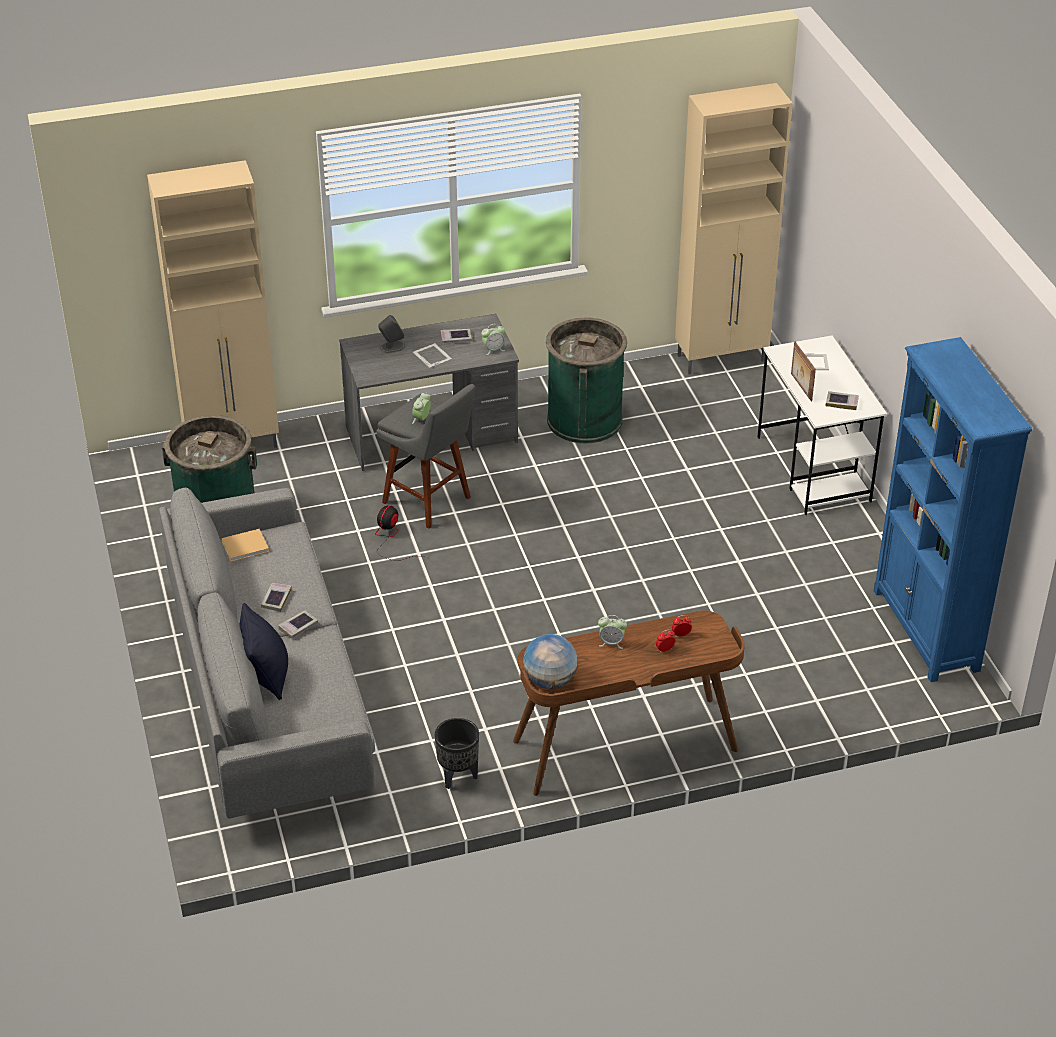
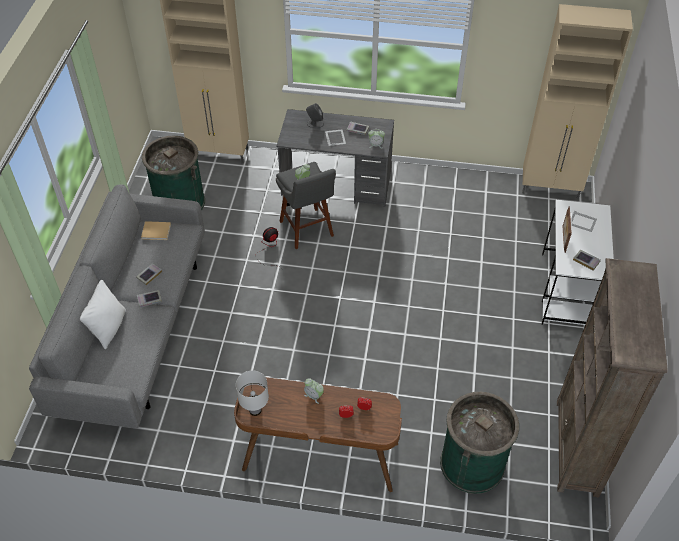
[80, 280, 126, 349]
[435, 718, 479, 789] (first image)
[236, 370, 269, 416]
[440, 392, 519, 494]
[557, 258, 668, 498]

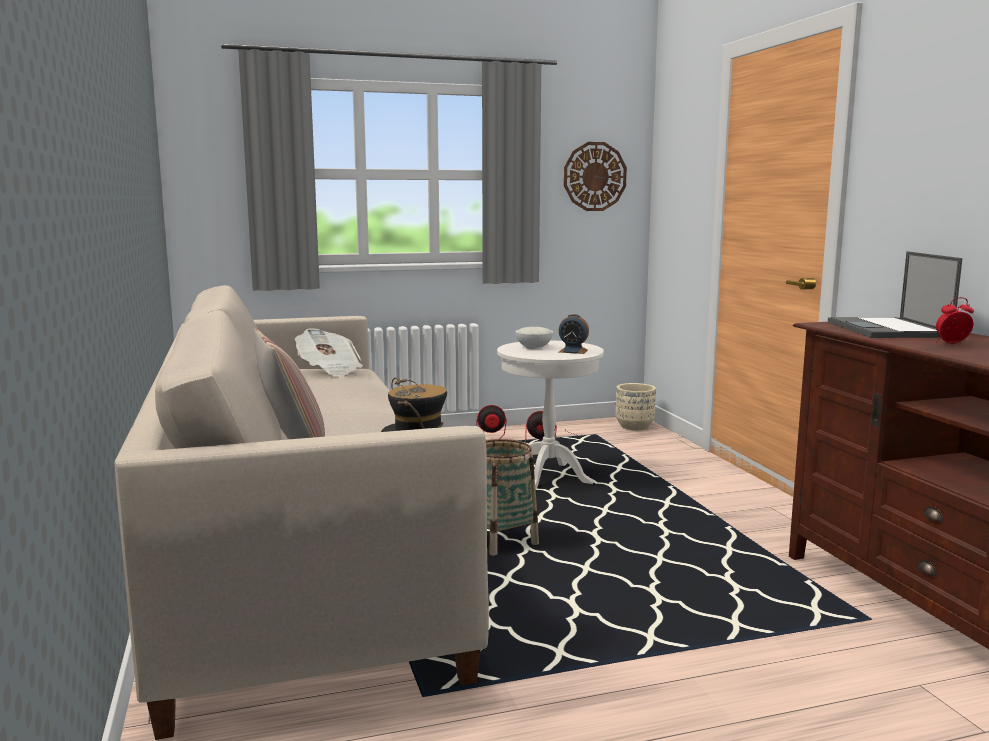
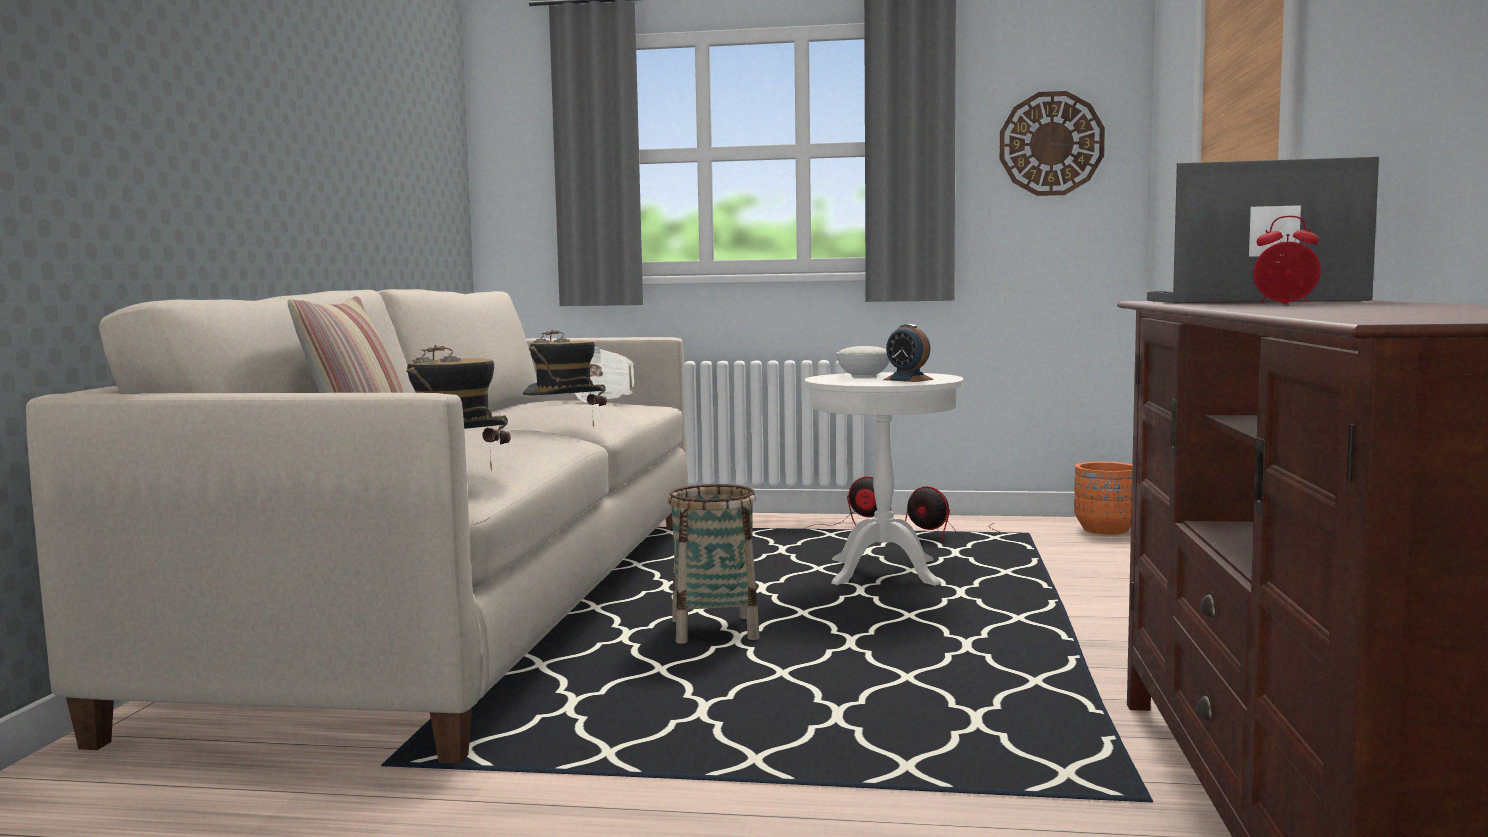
[1074, 462, 1132, 535]
[1147, 157, 1379, 303]
[523, 330, 607, 428]

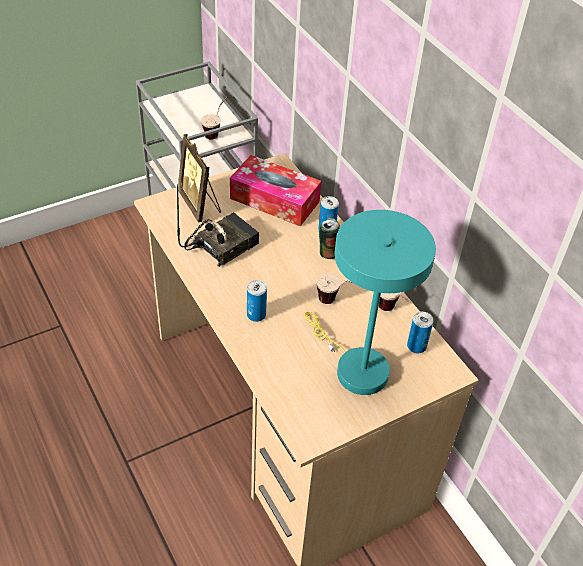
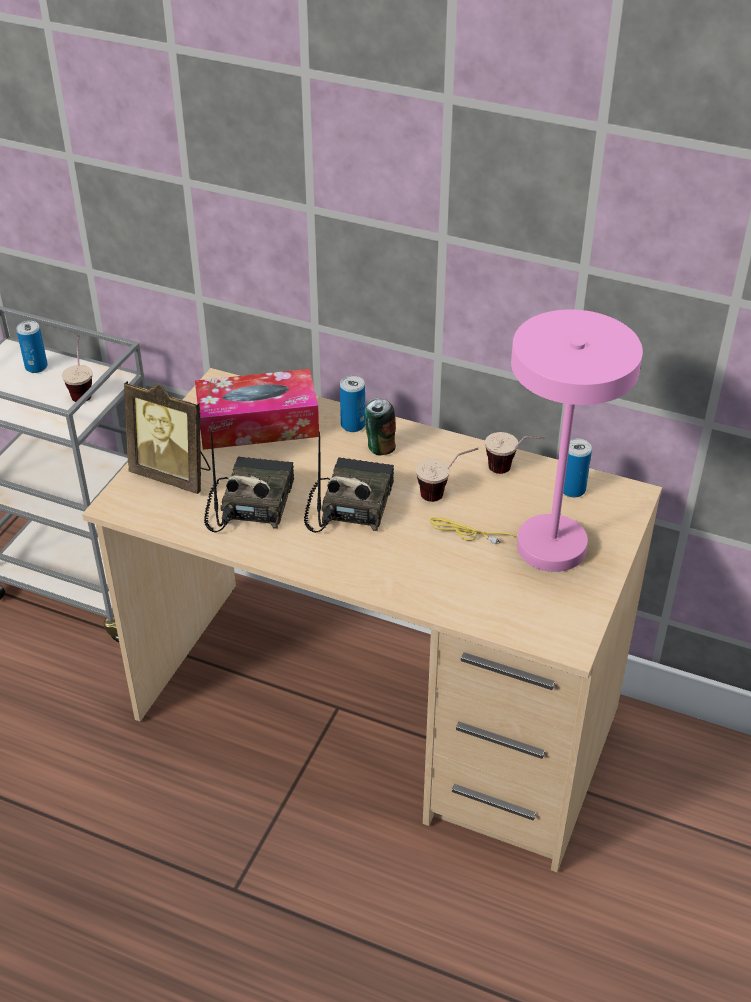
[16, 321, 48, 373]
[430, 309, 643, 572]
[304, 432, 394, 533]

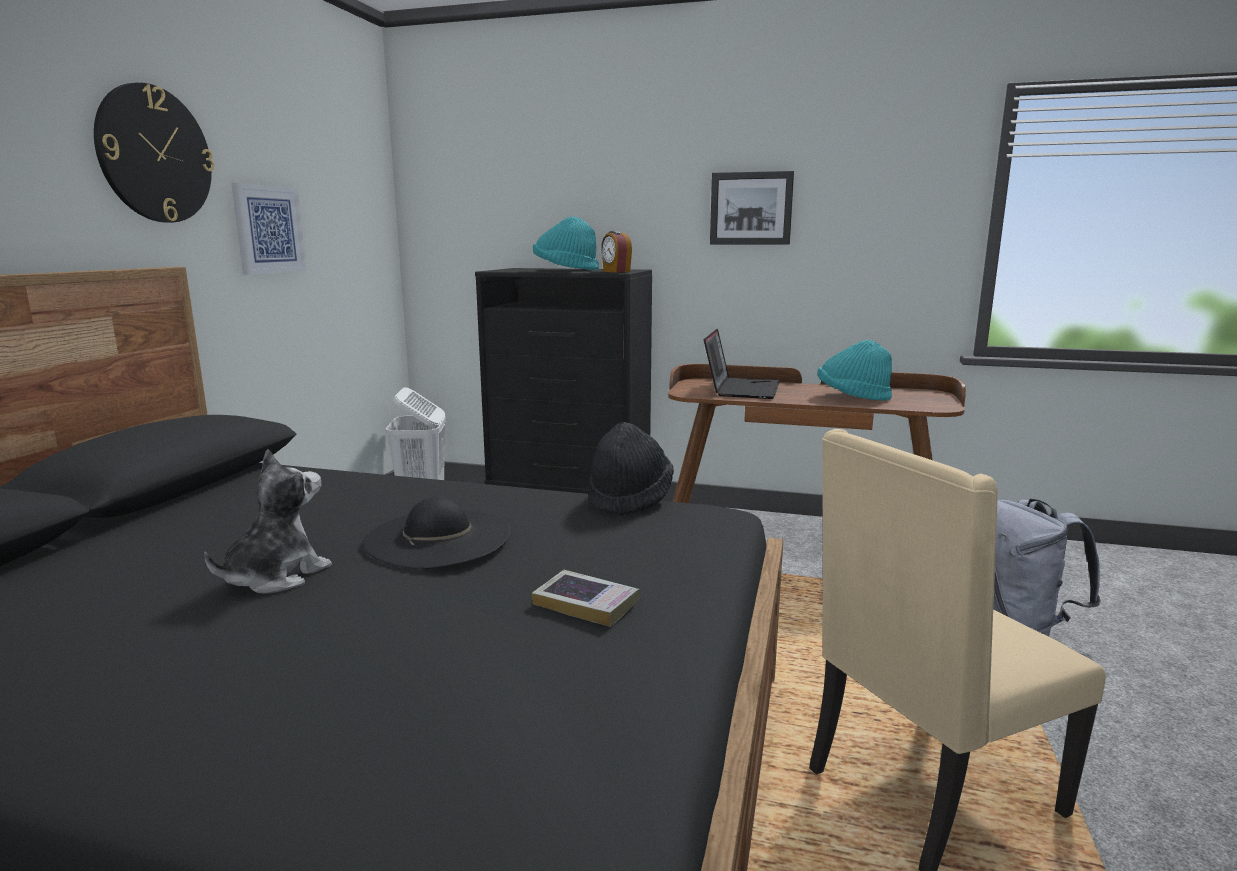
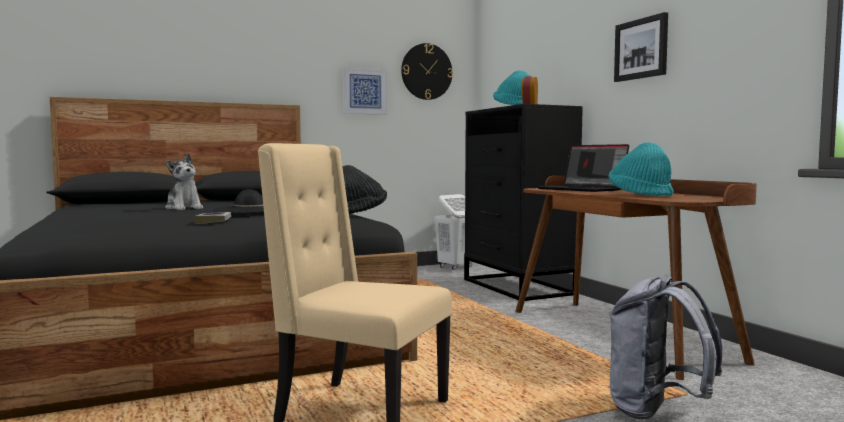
[401, 43, 453, 100]
[165, 153, 203, 210]
[538, 144, 629, 192]

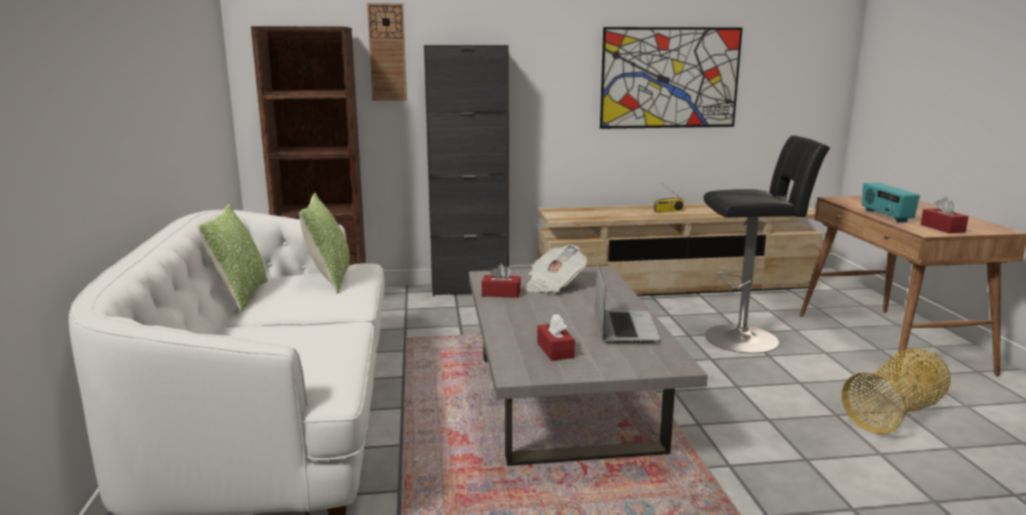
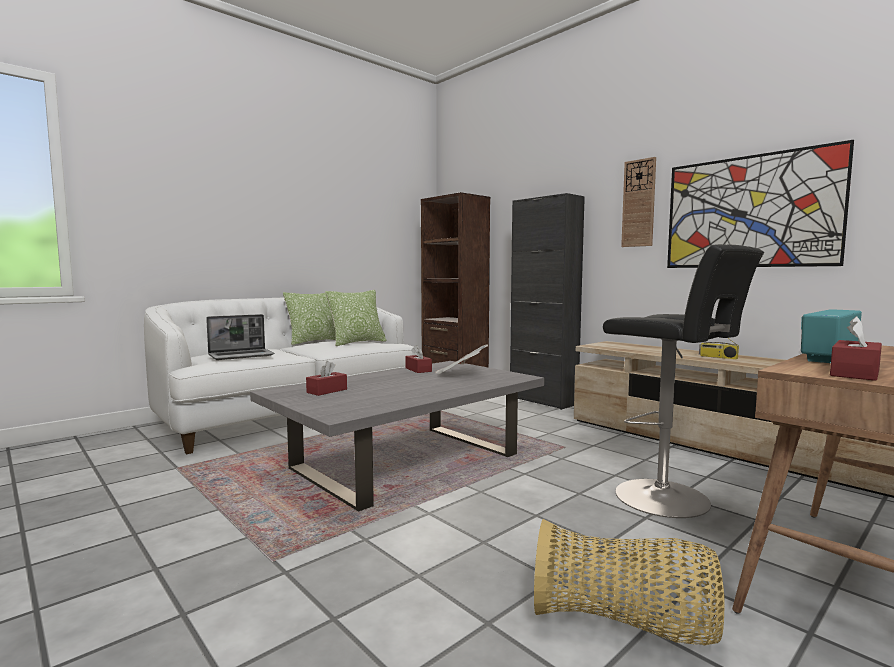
[621, 157, 656, 247]
[206, 314, 274, 360]

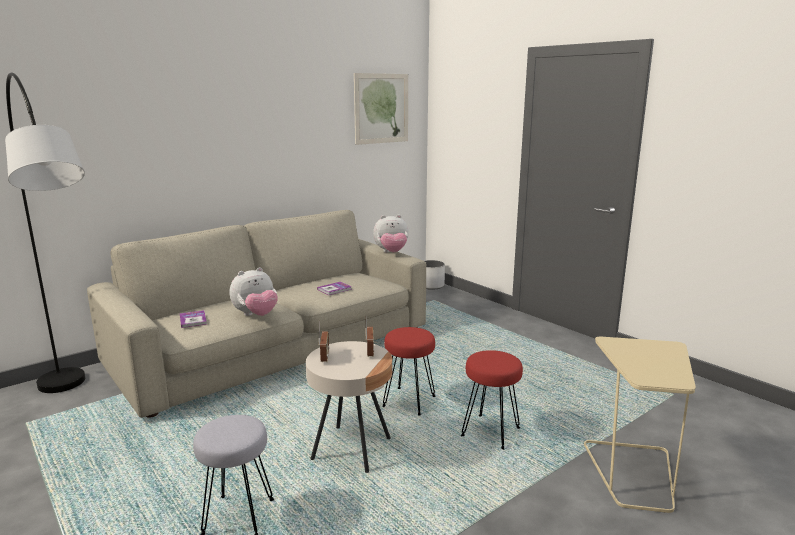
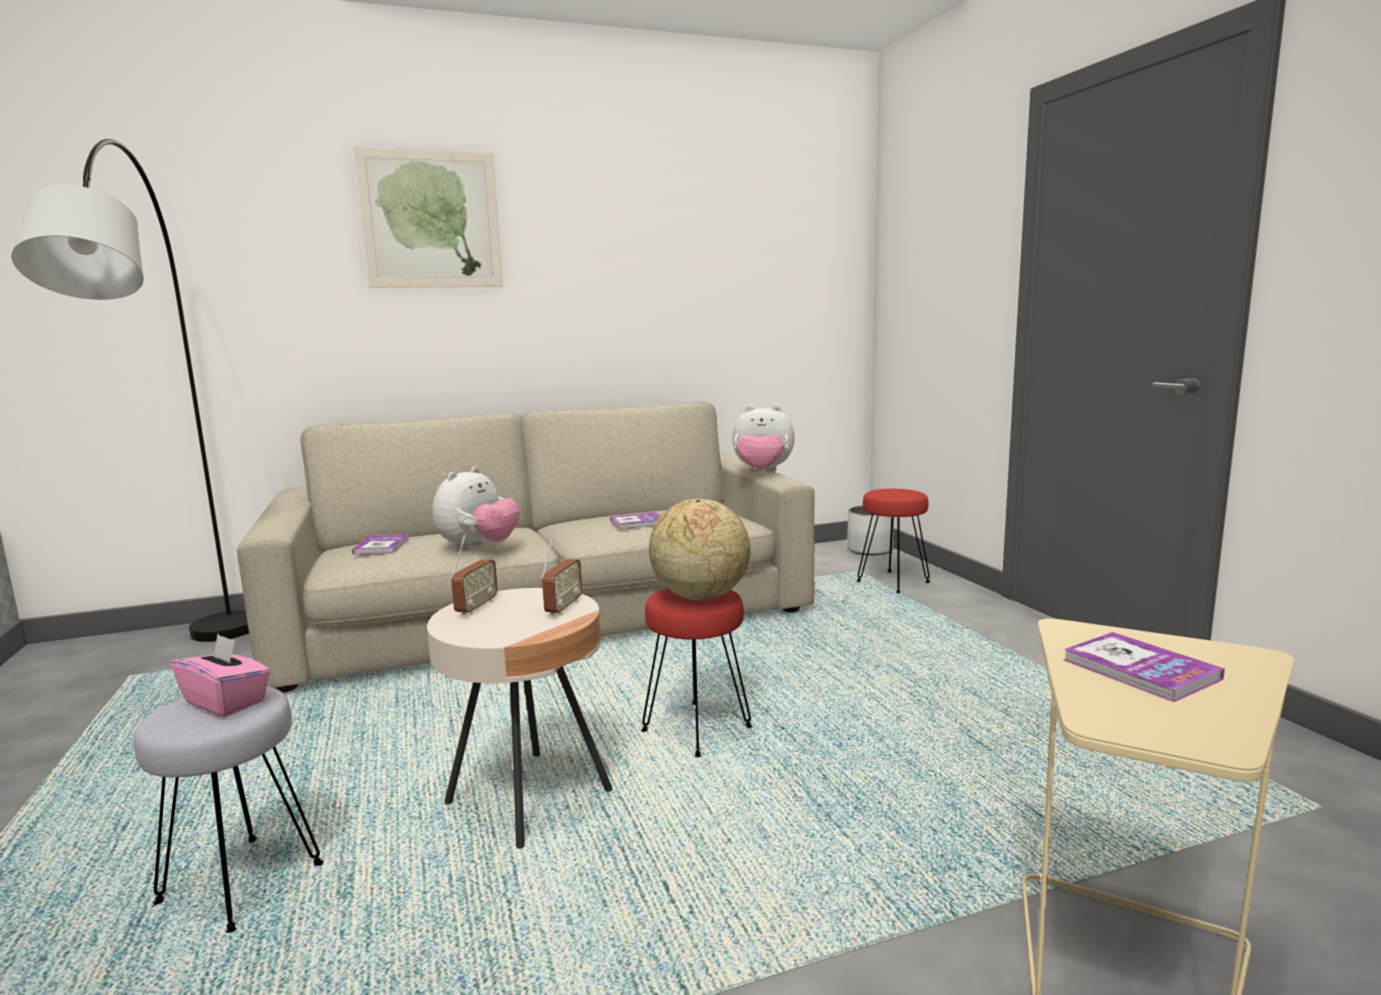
[432, 466, 520, 550]
[354, 147, 503, 288]
[857, 489, 930, 593]
[171, 634, 271, 717]
[649, 499, 750, 600]
[1063, 632, 1225, 702]

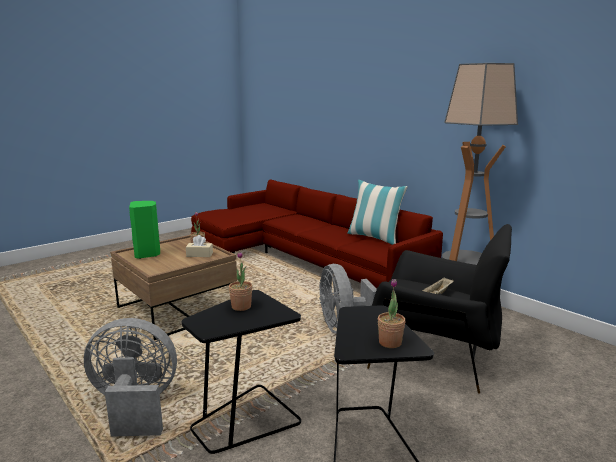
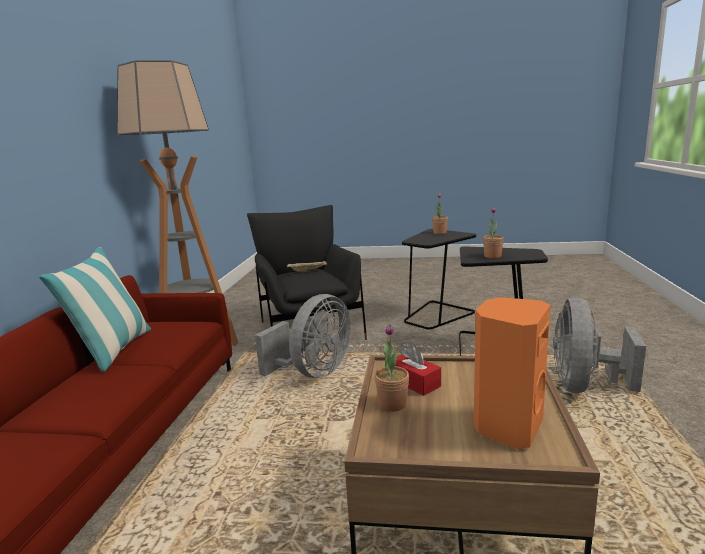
[553, 298, 646, 393]
[474, 297, 551, 449]
[395, 345, 441, 396]

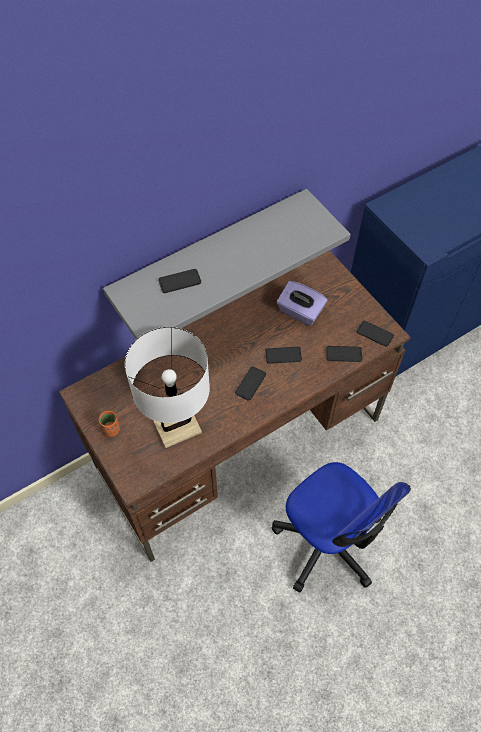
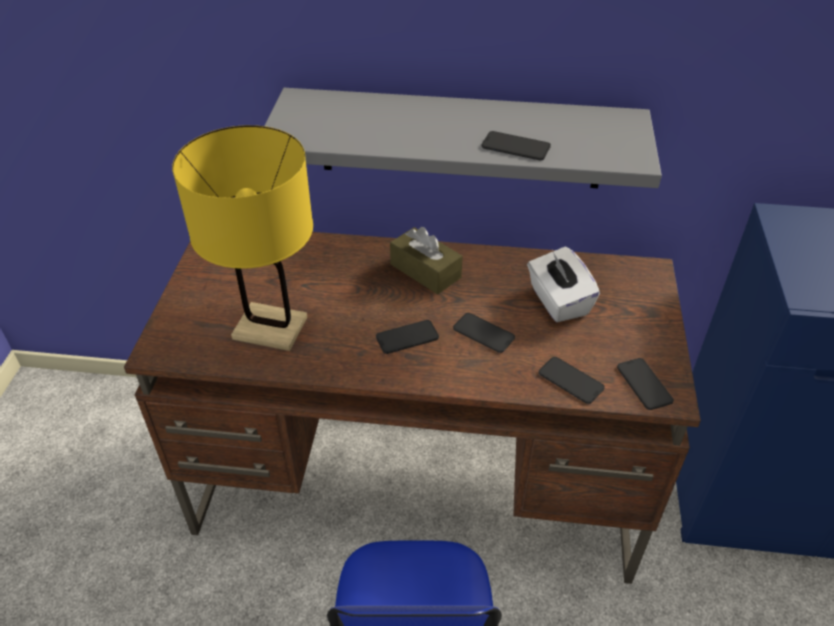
[99, 411, 120, 437] (first image)
[172, 125, 313, 351]
[482, 131, 551, 160]
[527, 247, 600, 322]
[390, 227, 463, 294]

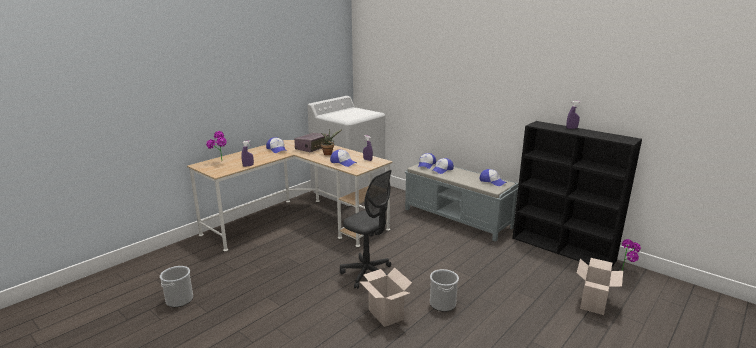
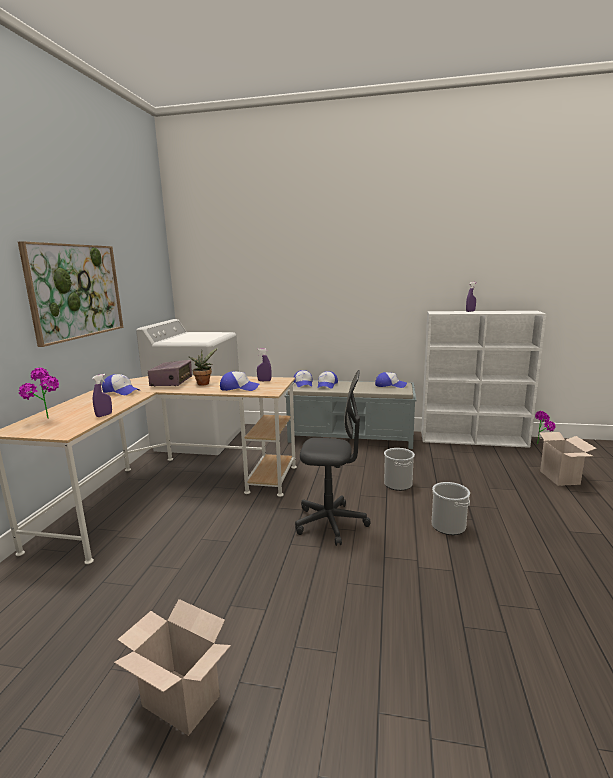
[384, 448, 415, 491]
[114, 599, 231, 736]
[421, 311, 546, 448]
[18, 241, 123, 347]

